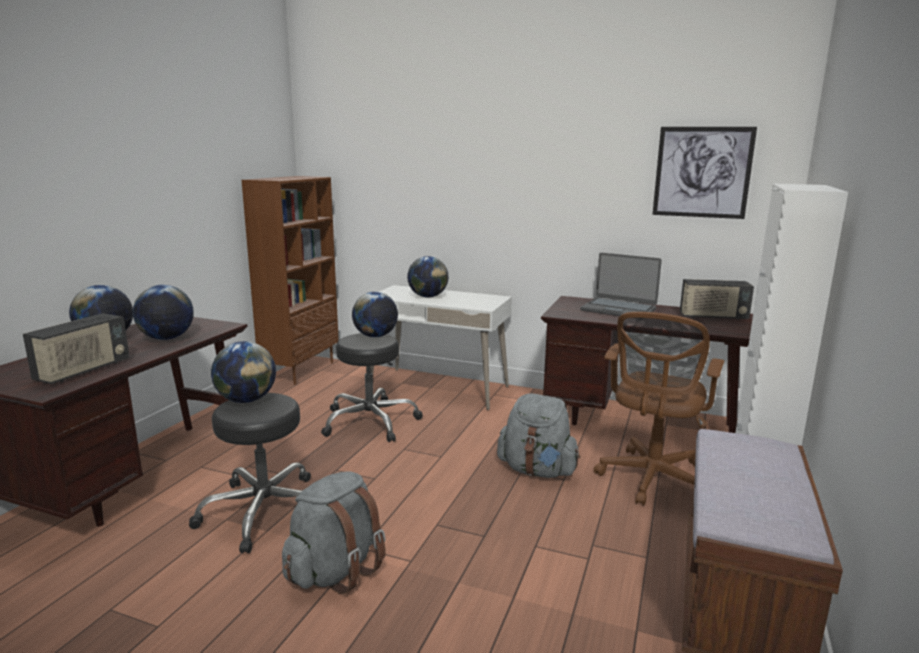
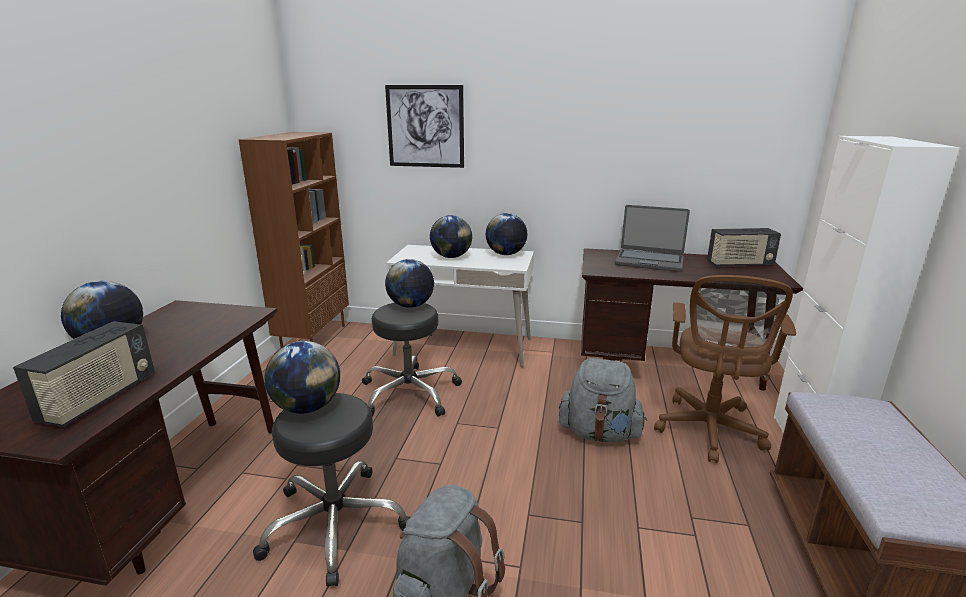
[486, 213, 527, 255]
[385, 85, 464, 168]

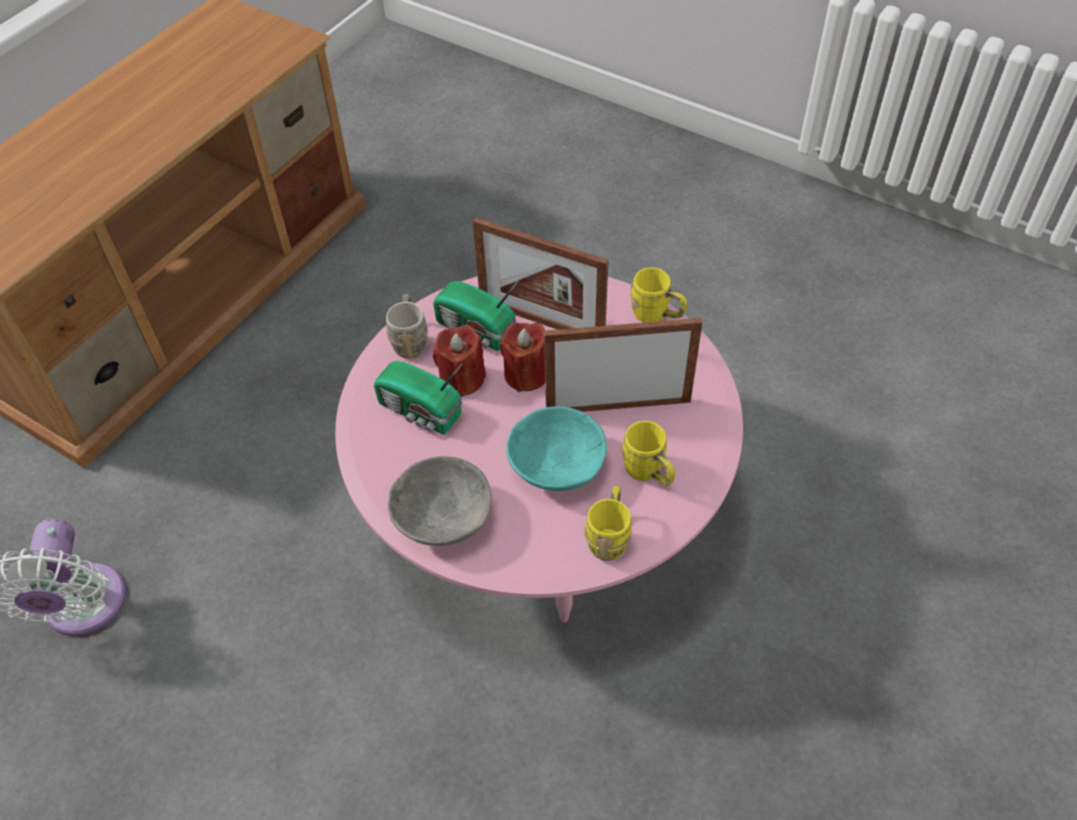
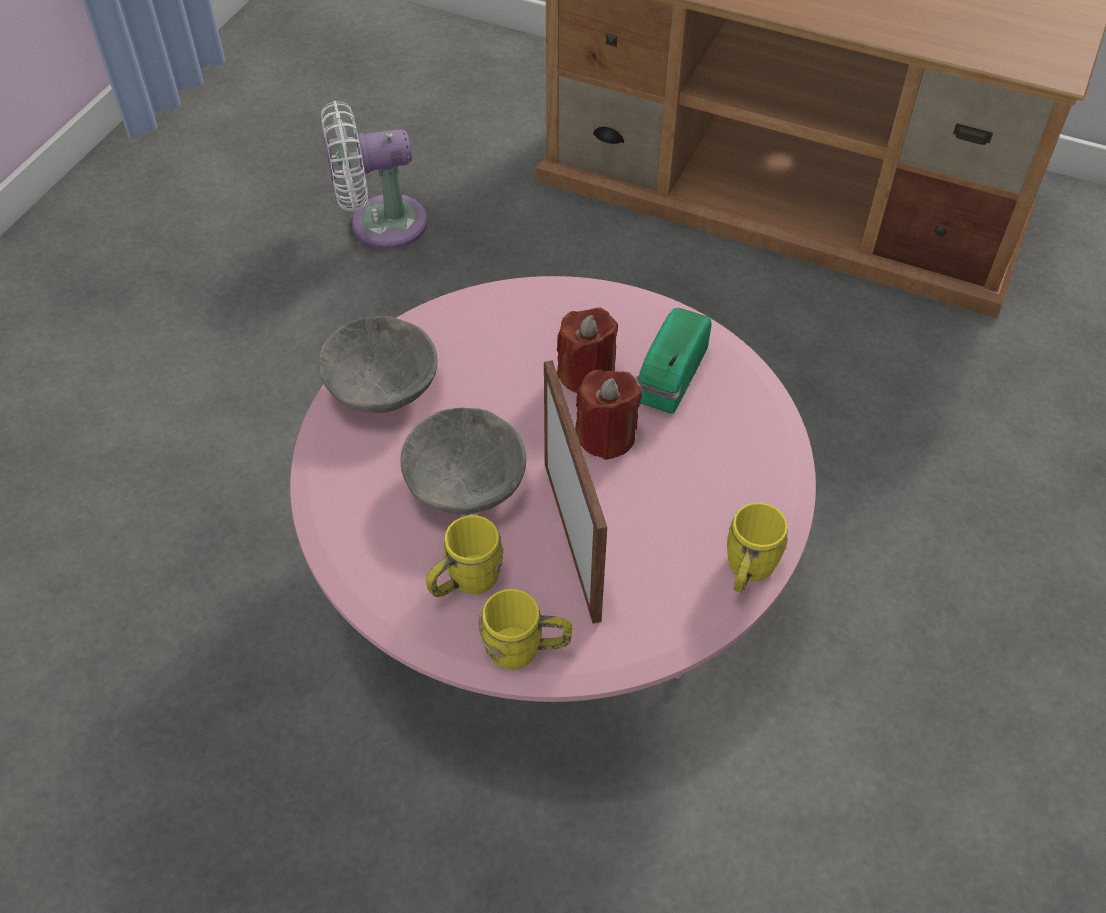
[374, 361, 463, 434] (first image)
[386, 294, 428, 359] (first image)
[473, 217, 608, 330] (first image)
[401, 408, 526, 514]
[478, 589, 572, 670]

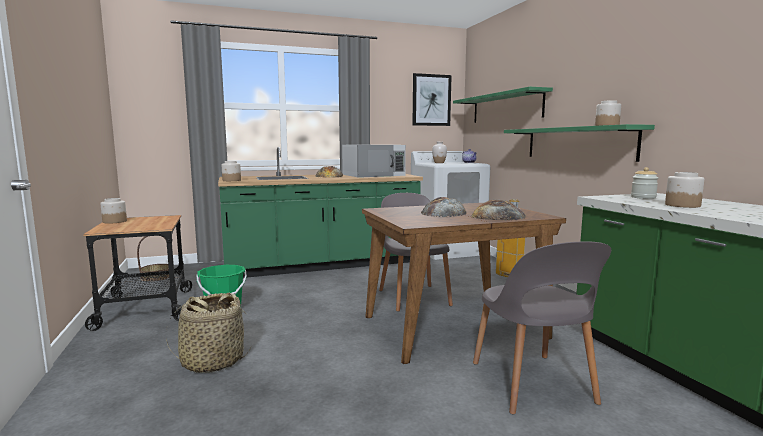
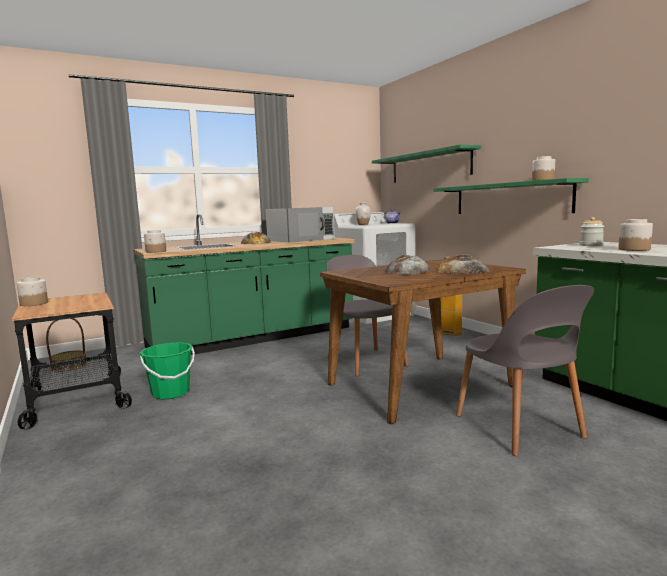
[166, 293, 251, 373] (first image)
[412, 73, 452, 126] (first image)

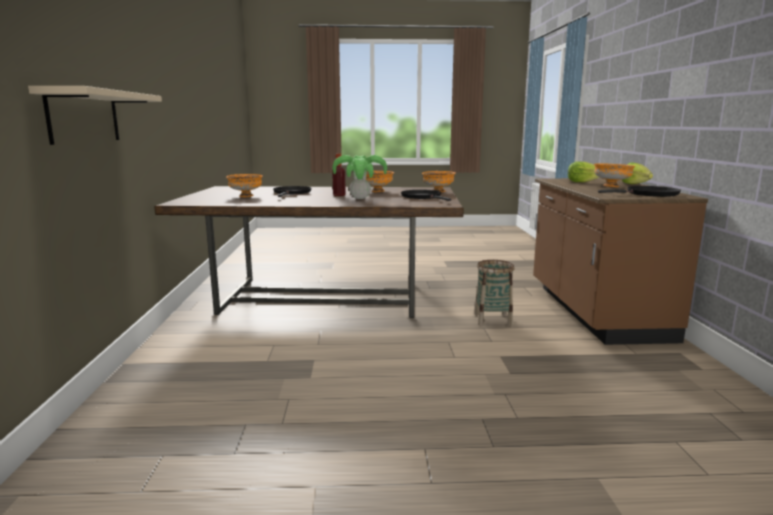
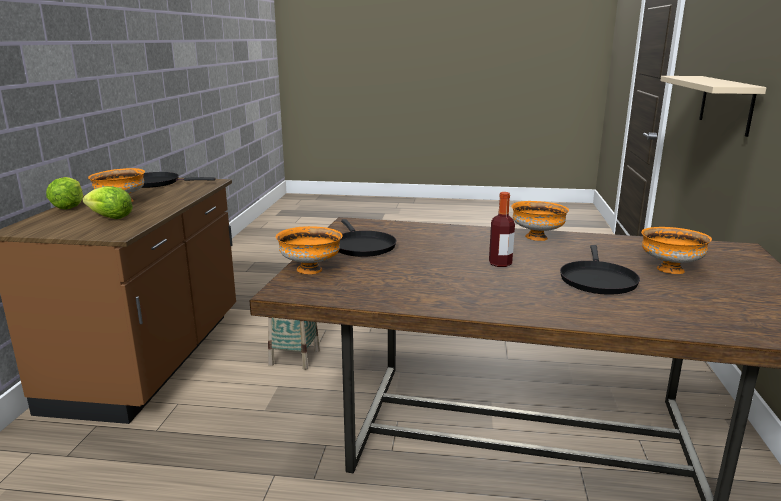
[332, 155, 387, 199] (first image)
[511, 201, 569, 241]

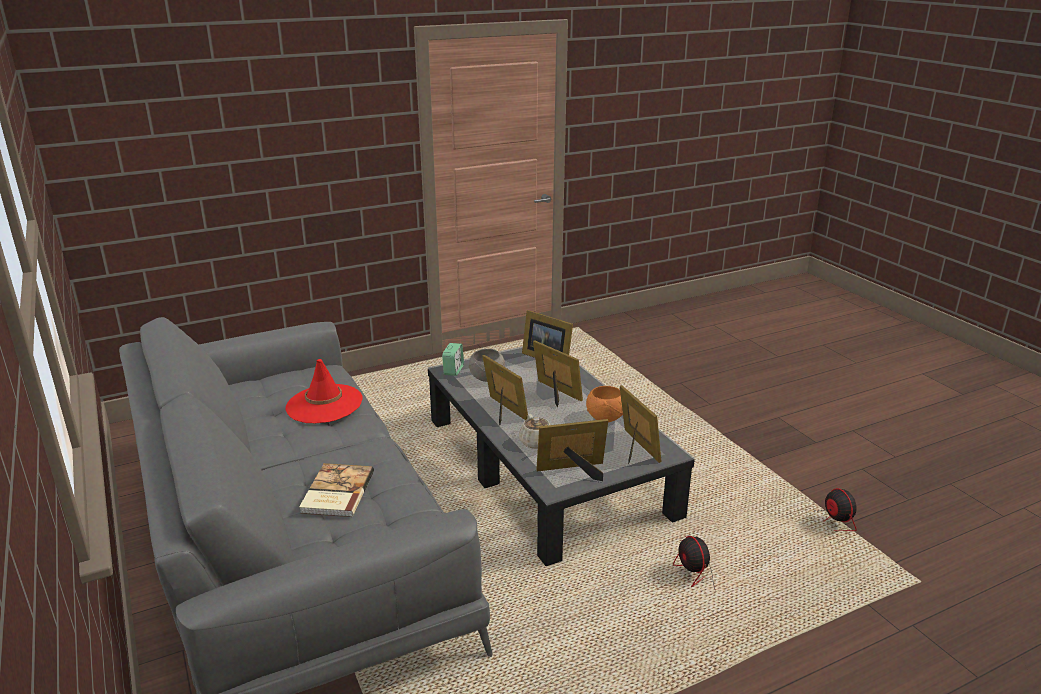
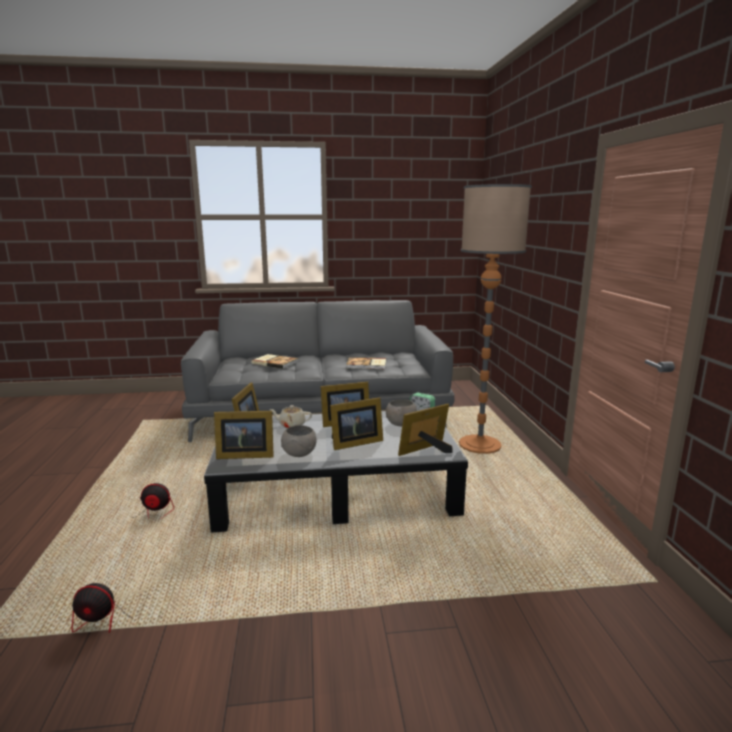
[346, 357, 386, 369]
[281, 425, 317, 457]
[459, 184, 532, 454]

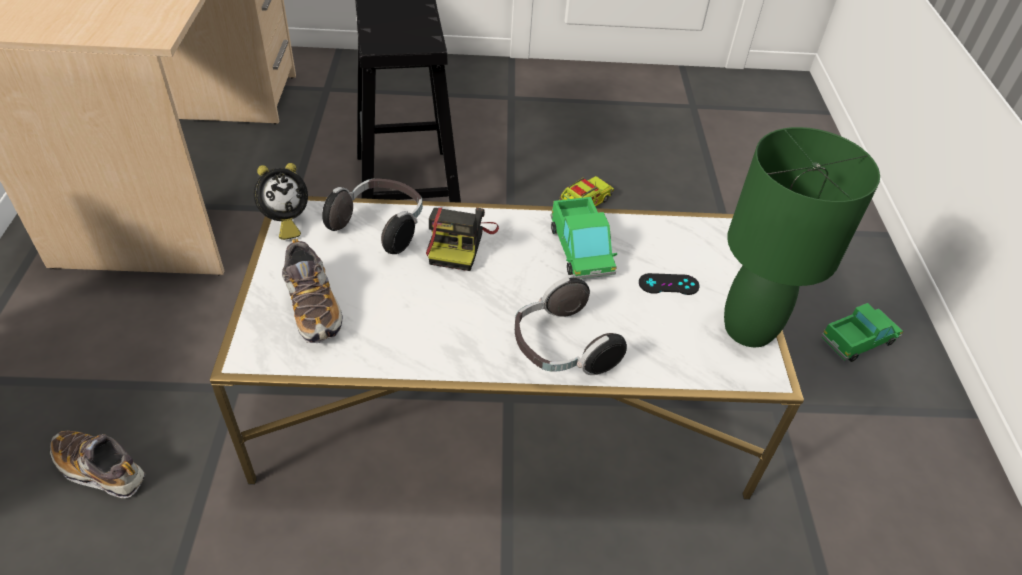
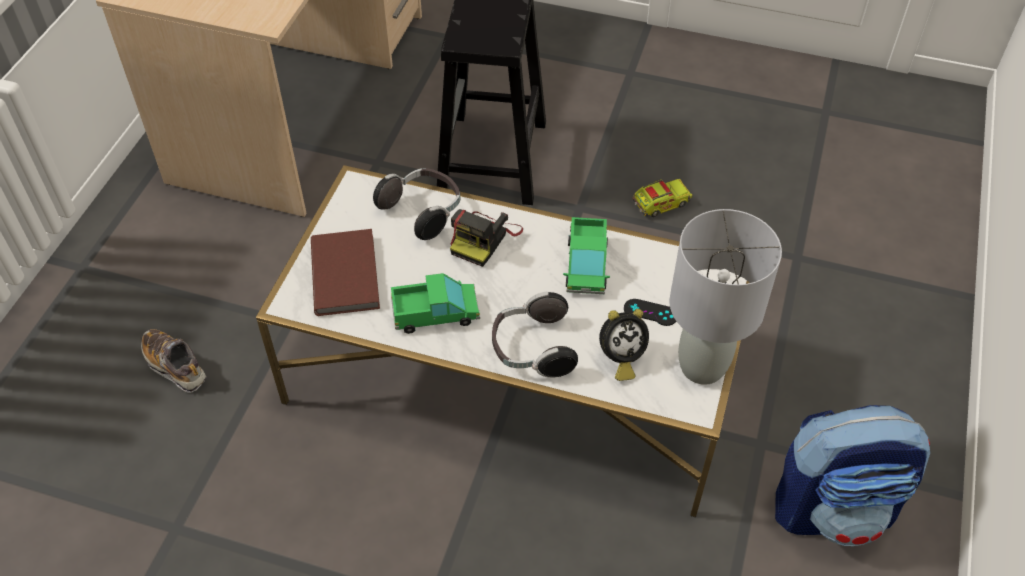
[599, 309, 649, 381]
[311, 229, 380, 316]
[669, 209, 782, 385]
[391, 273, 480, 334]
[775, 405, 930, 546]

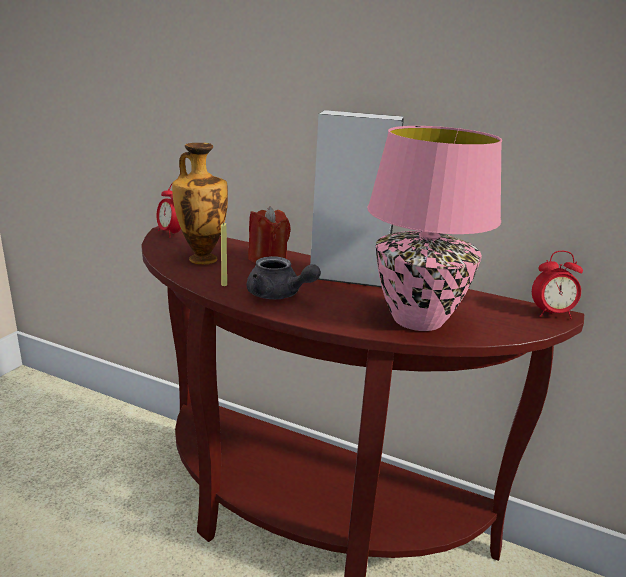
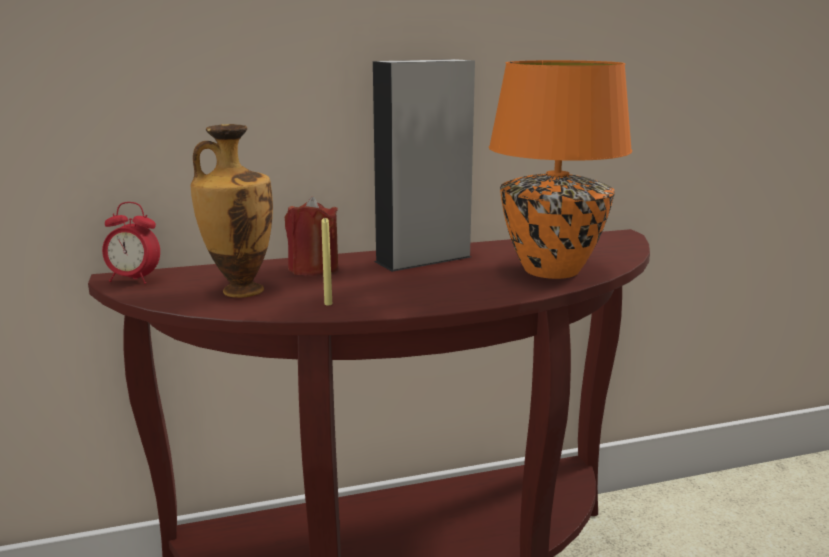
[247, 256, 321, 299] (first image)
[489, 60, 632, 279]
[532, 251, 583, 319] (first image)

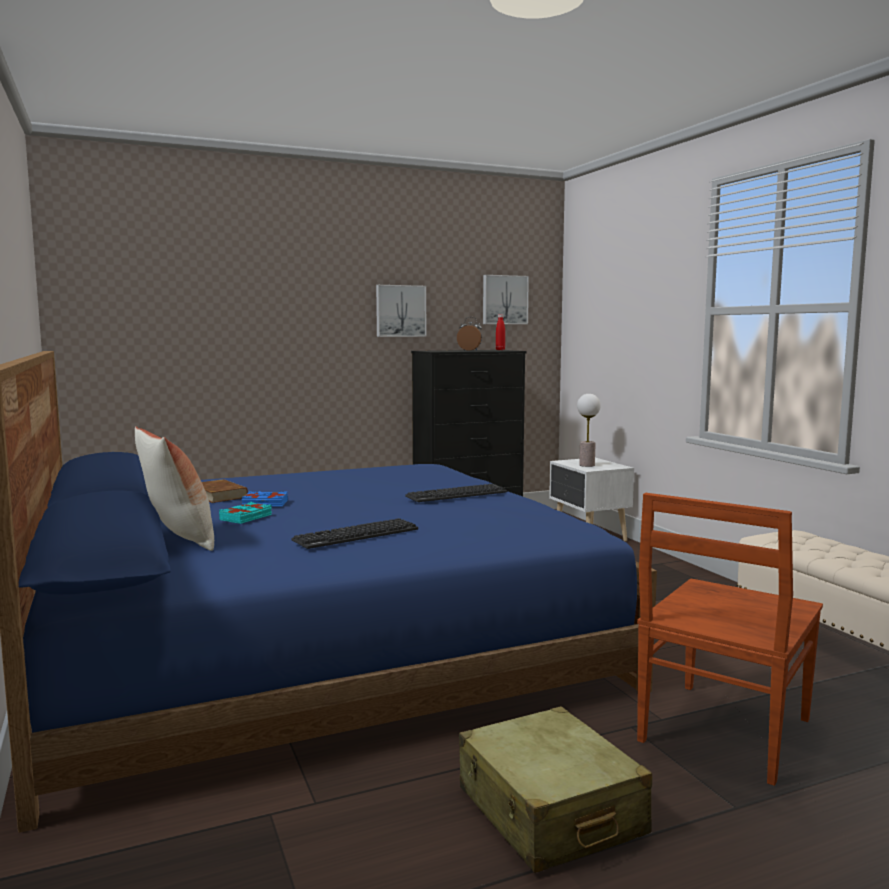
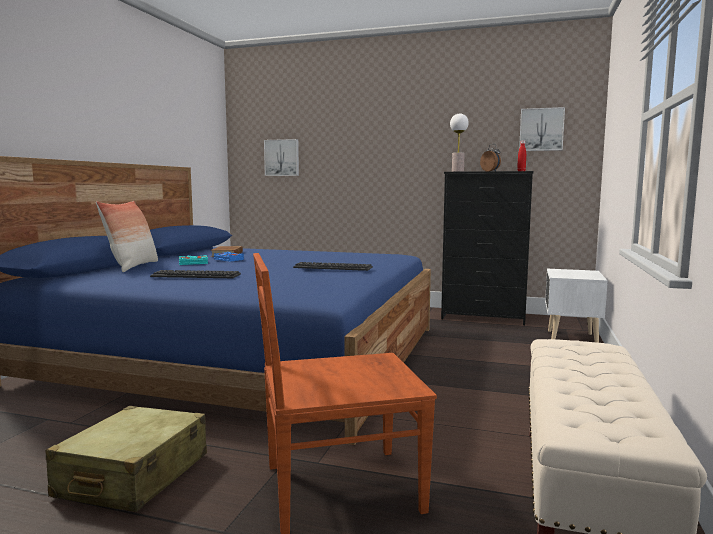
[264, 139, 299, 176]
[450, 113, 469, 172]

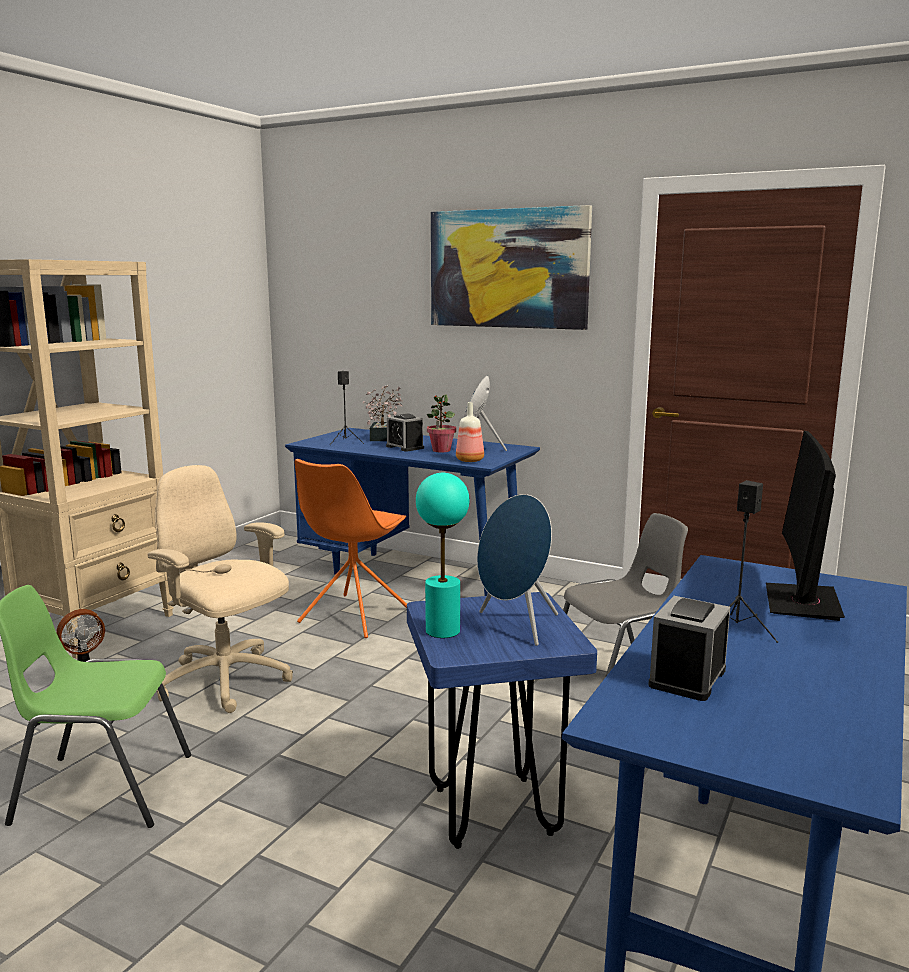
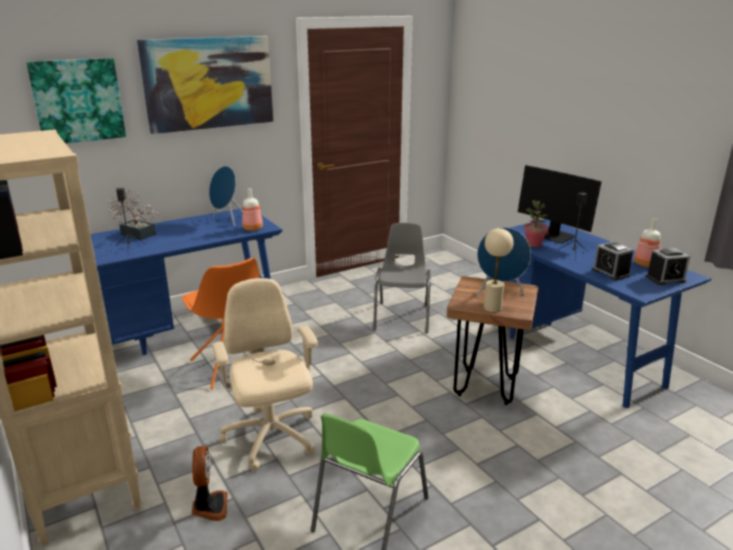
[212, 278, 318, 471]
[646, 248, 690, 285]
[447, 276, 539, 405]
[484, 228, 513, 313]
[524, 200, 548, 247]
[26, 58, 126, 143]
[634, 218, 661, 267]

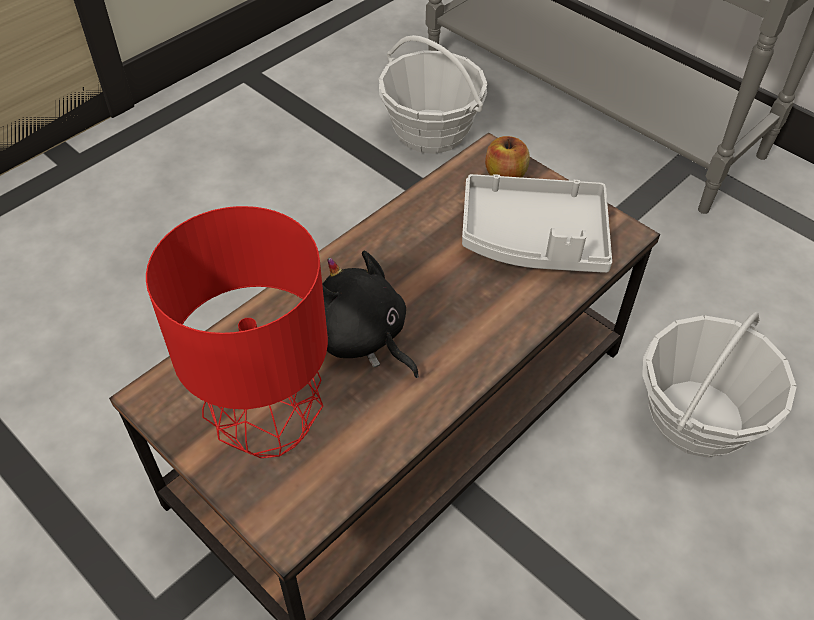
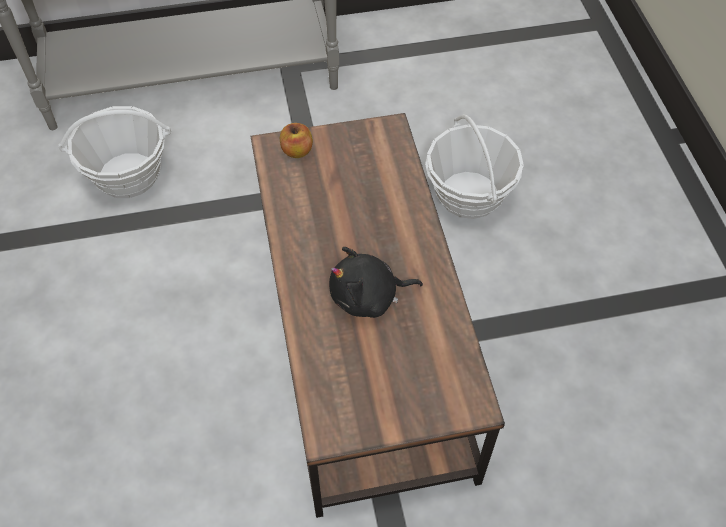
[146, 206, 328, 458] (first image)
[462, 174, 612, 273] (first image)

